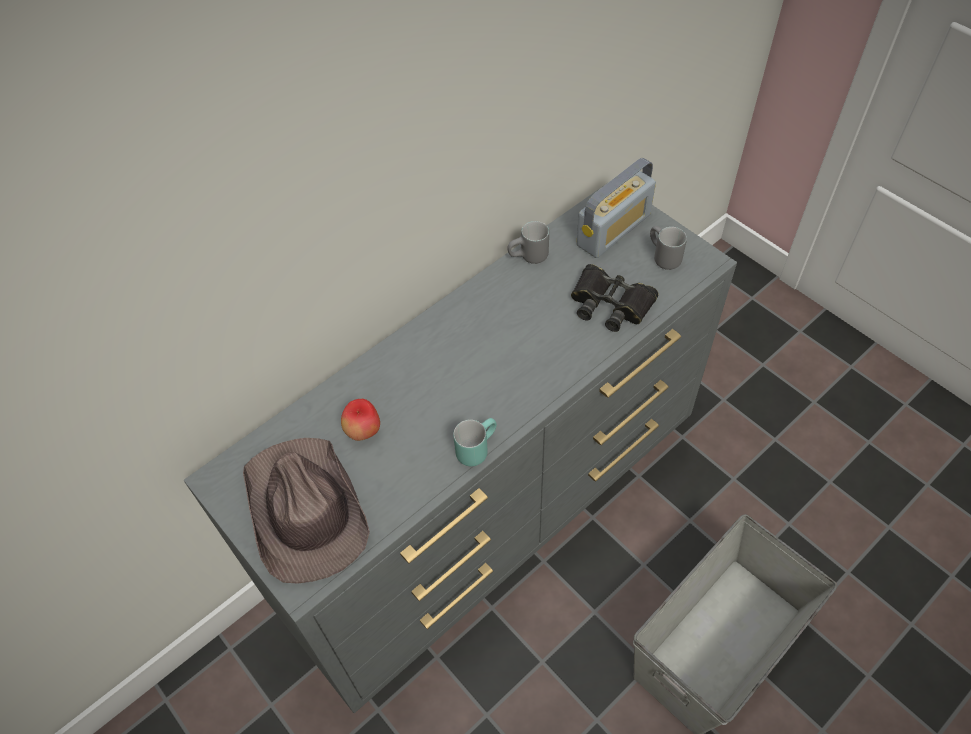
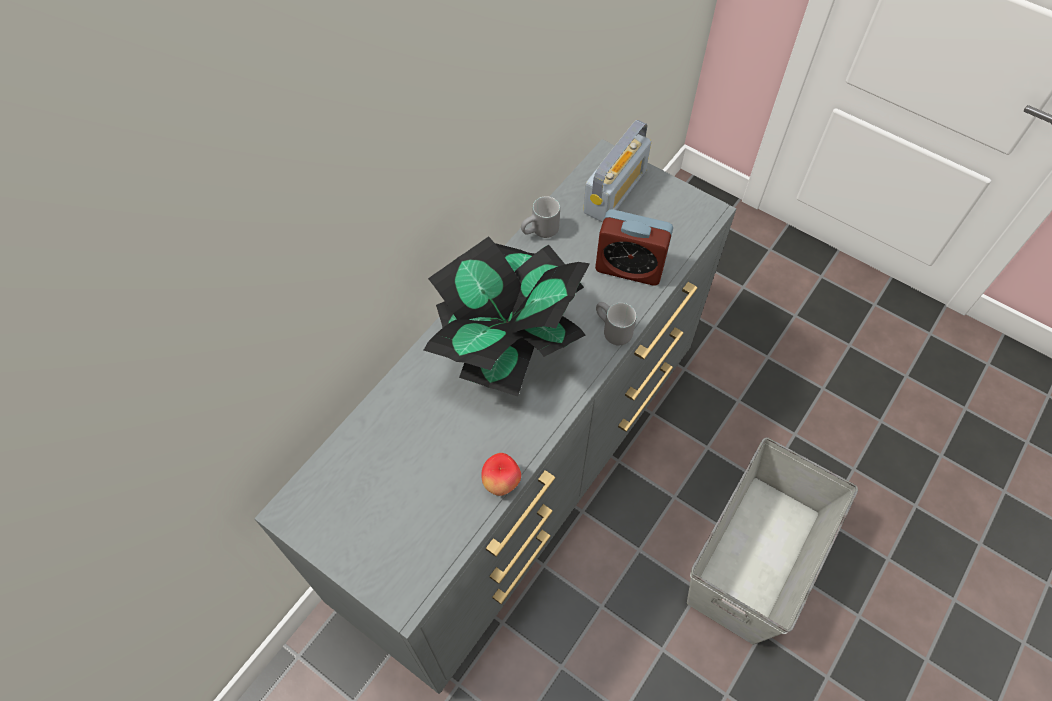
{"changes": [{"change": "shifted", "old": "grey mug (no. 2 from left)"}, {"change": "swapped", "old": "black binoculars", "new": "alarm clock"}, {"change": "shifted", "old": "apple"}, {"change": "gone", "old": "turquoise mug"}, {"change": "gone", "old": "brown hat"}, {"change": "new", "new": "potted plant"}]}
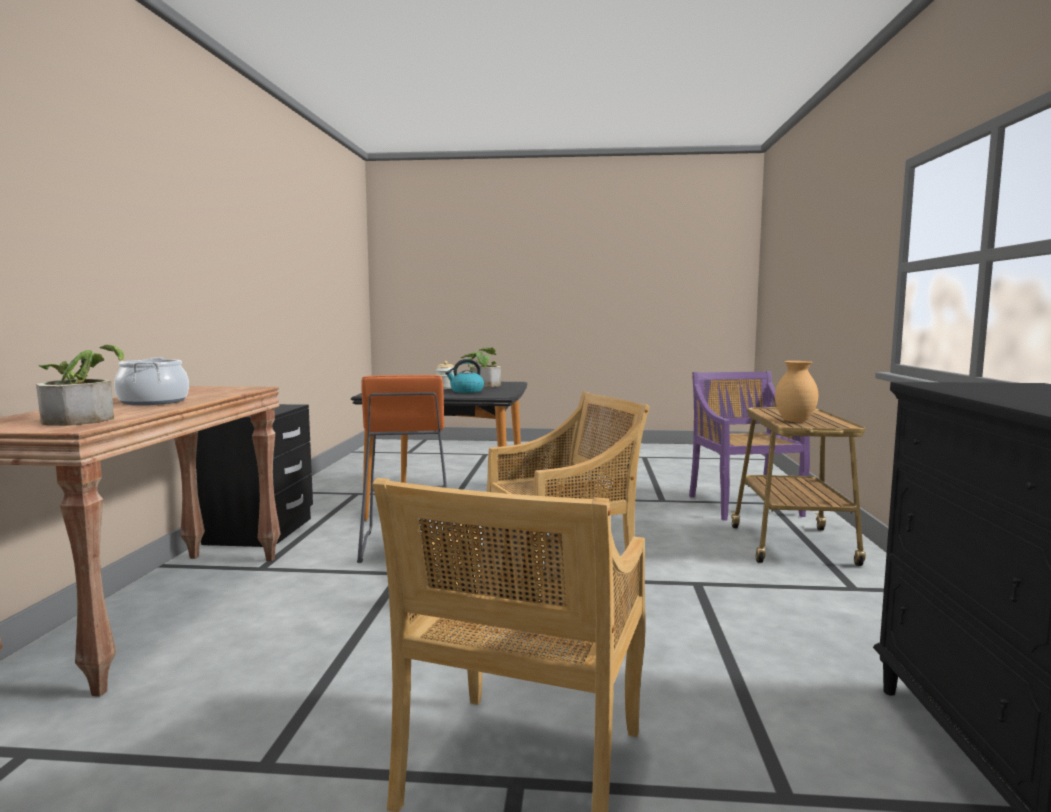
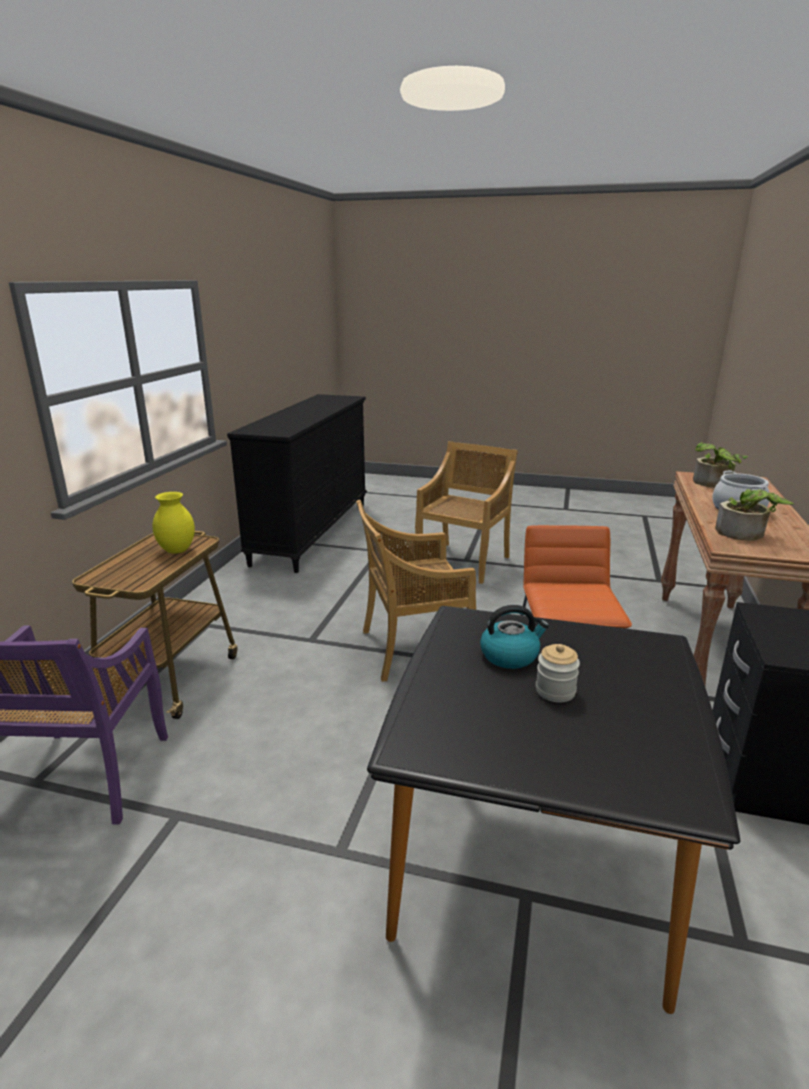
{"changes": [{"change": "shifted", "old": "potted plant (no. 2 from left)"}, {"change": "repainted", "old": "brown vase", "new": "yellow vase"}]}
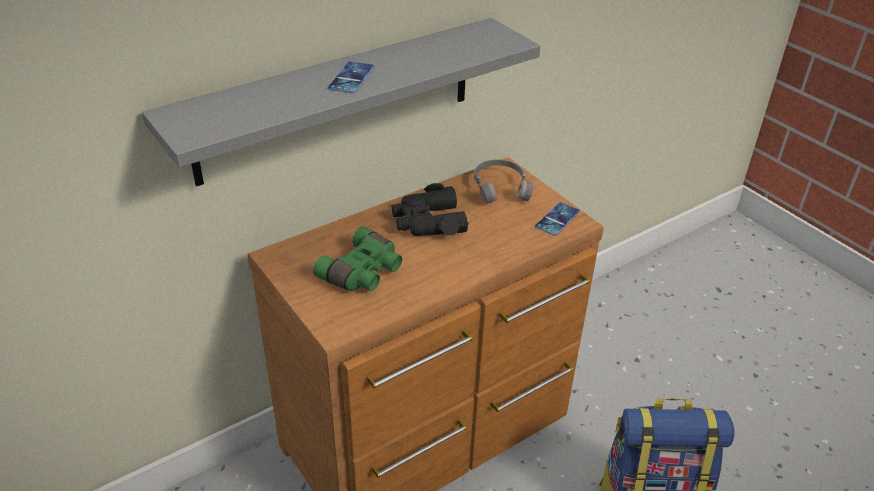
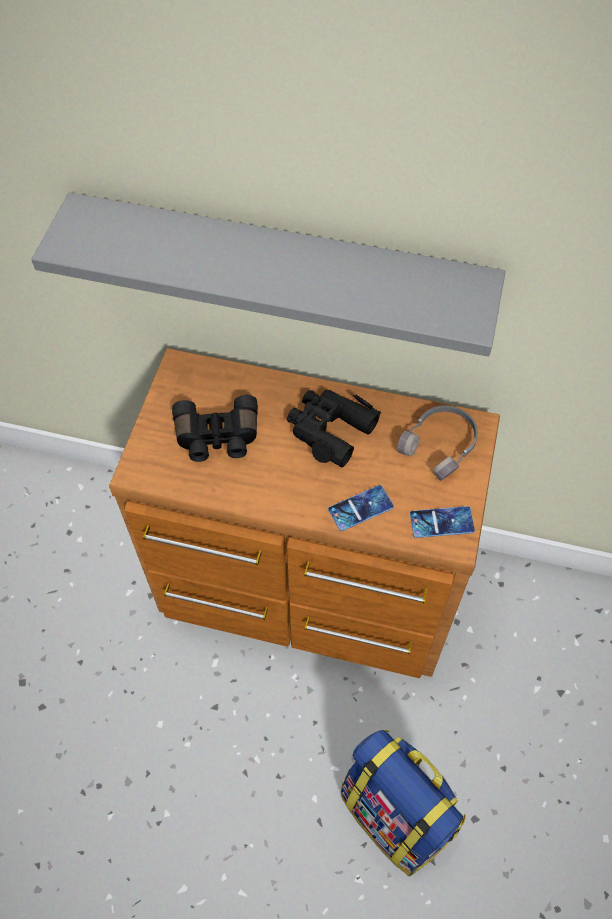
{"changes": [{"change": "shifted", "old": "phone (no. 1 from left)"}, {"change": "repainted", "old": "green binoculars", "new": "black binoculars (no. 1 from left)"}]}
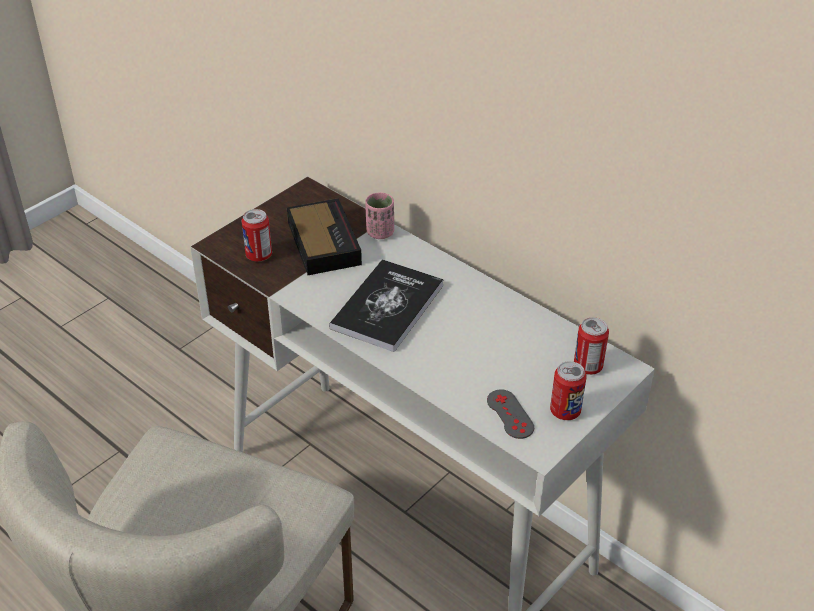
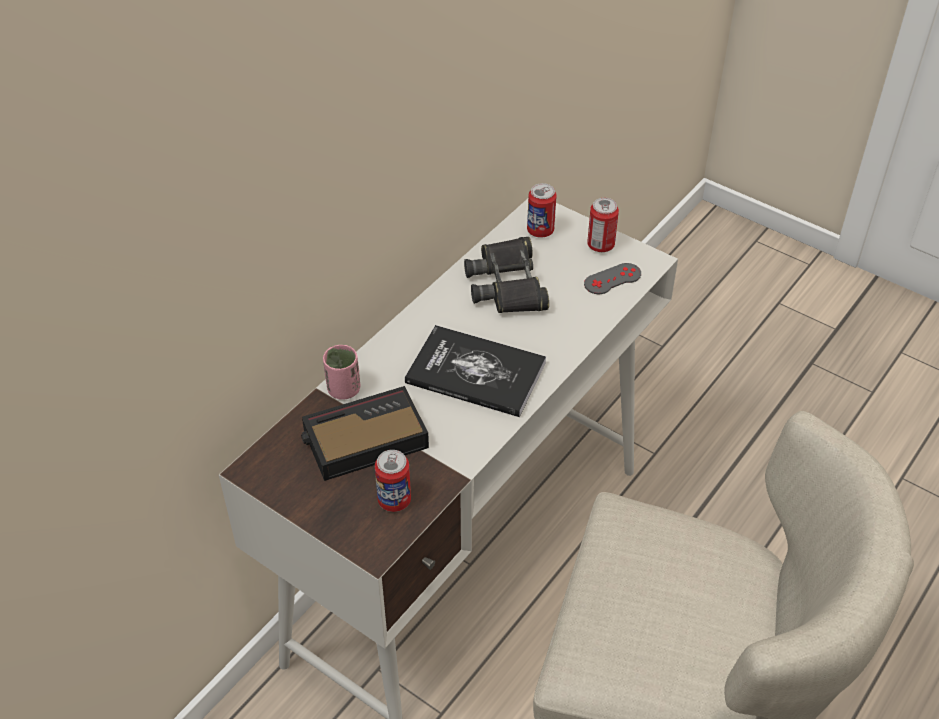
{"changes": [{"change": "new", "new": "black binoculars"}]}
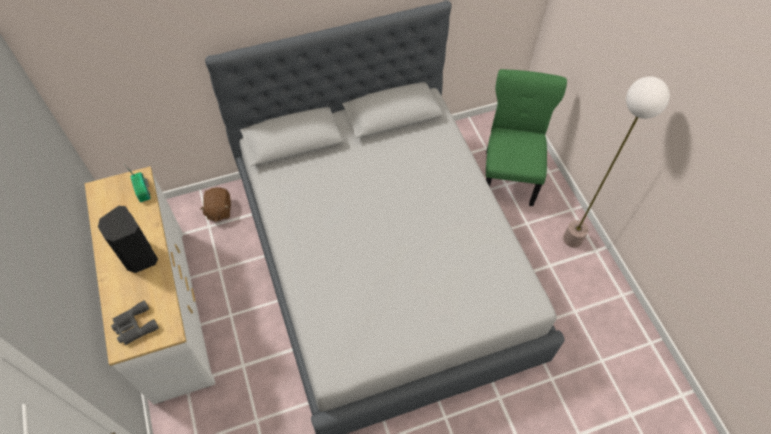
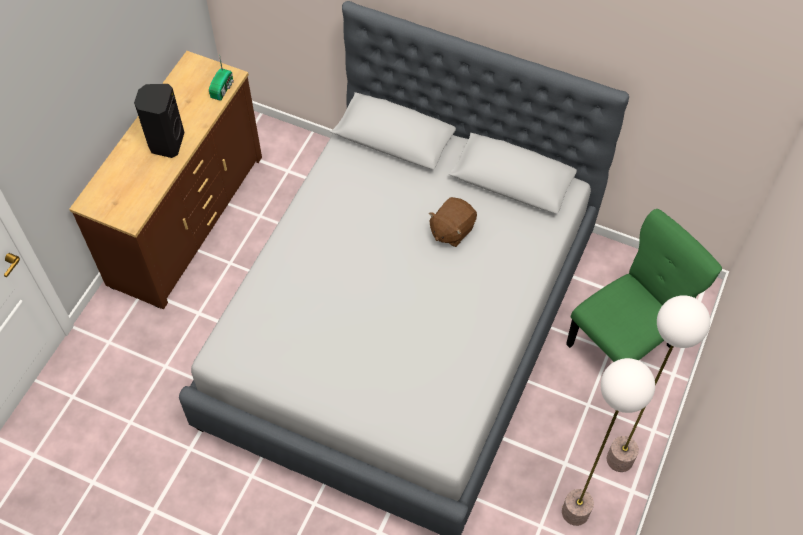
{"changes": [{"change": "repainted", "old": "white dresser", "new": "brown dresser"}, {"change": "shifted", "old": "brown plush toy"}, {"change": "gone", "old": "grey binoculars"}, {"change": "new", "new": "floor lamp (no. 1 from left)"}]}
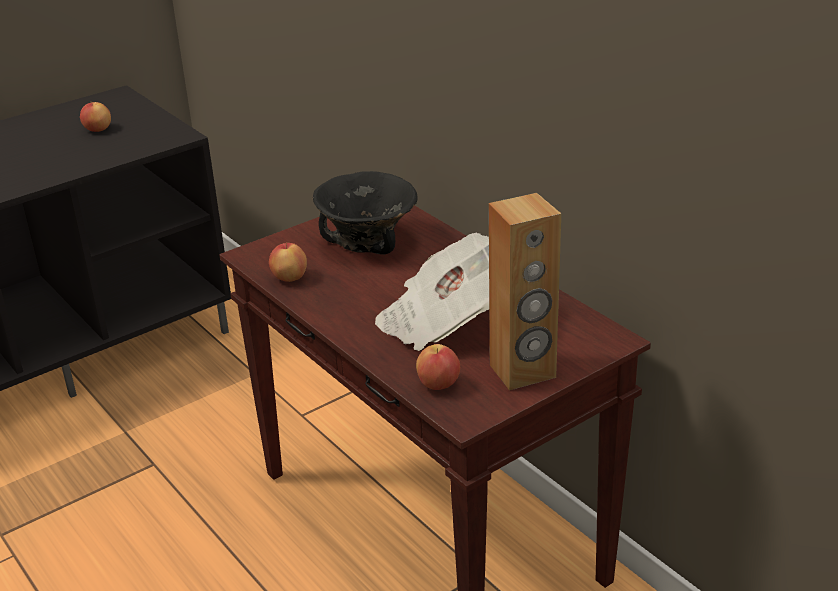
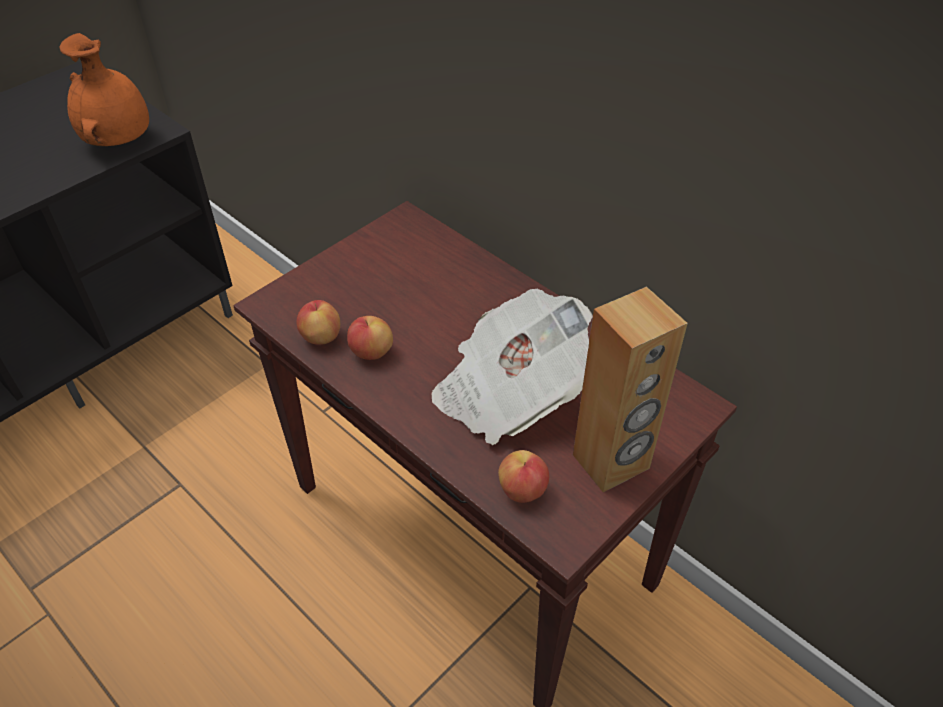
{"changes": [{"change": "shifted", "old": "apple (no. 1 from left in the first image)", "new": "apple (no. 2 from left)"}, {"change": "gone", "old": "black bowl"}, {"change": "new", "new": "orange vase"}]}
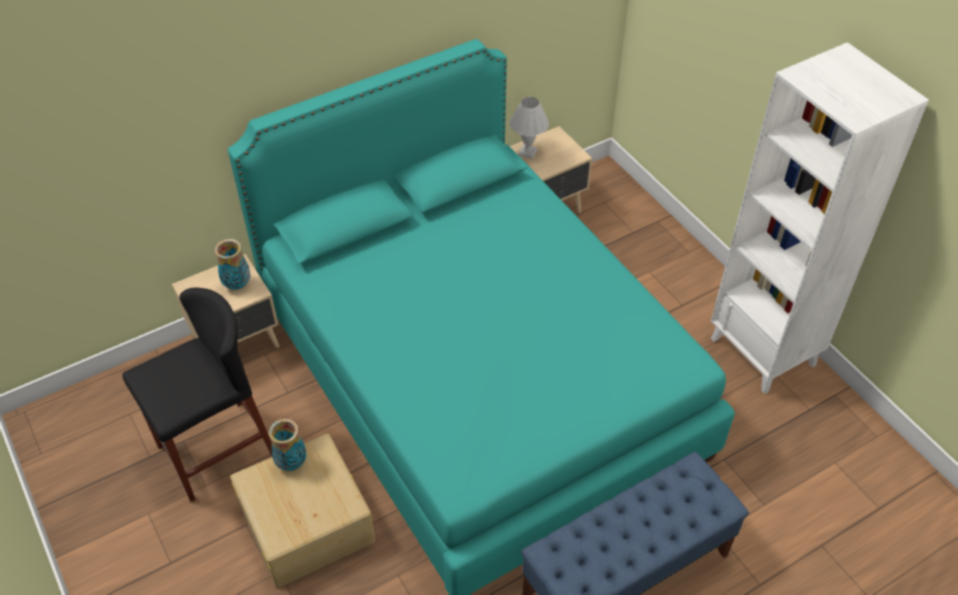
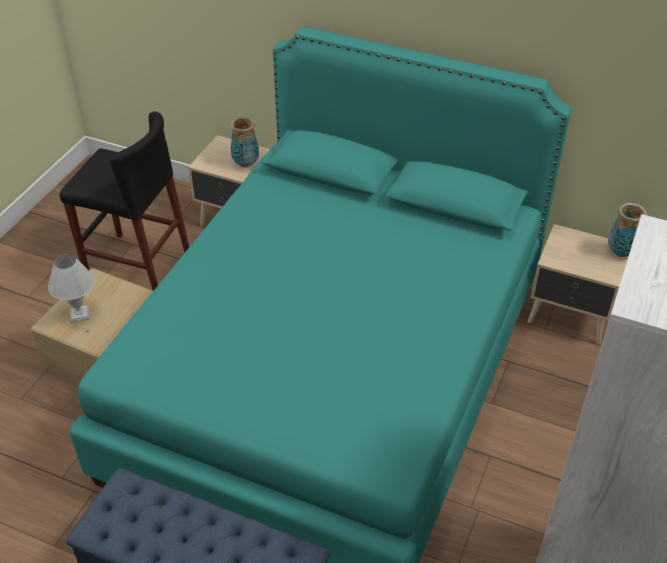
{"changes": [{"change": "shifted", "old": "white table lamp"}, {"change": "shifted", "old": "vase (no. 2 from left)"}]}
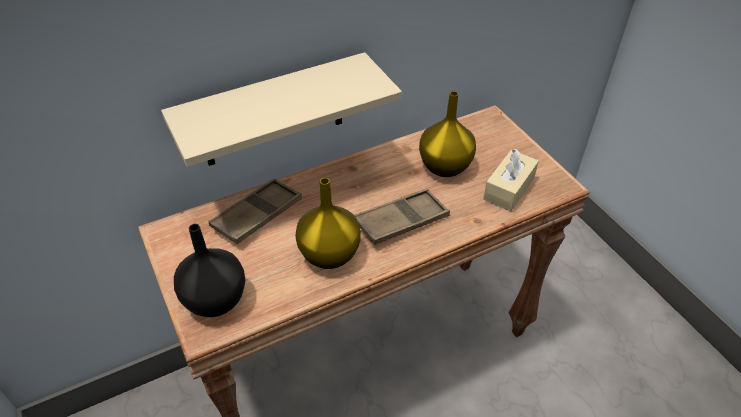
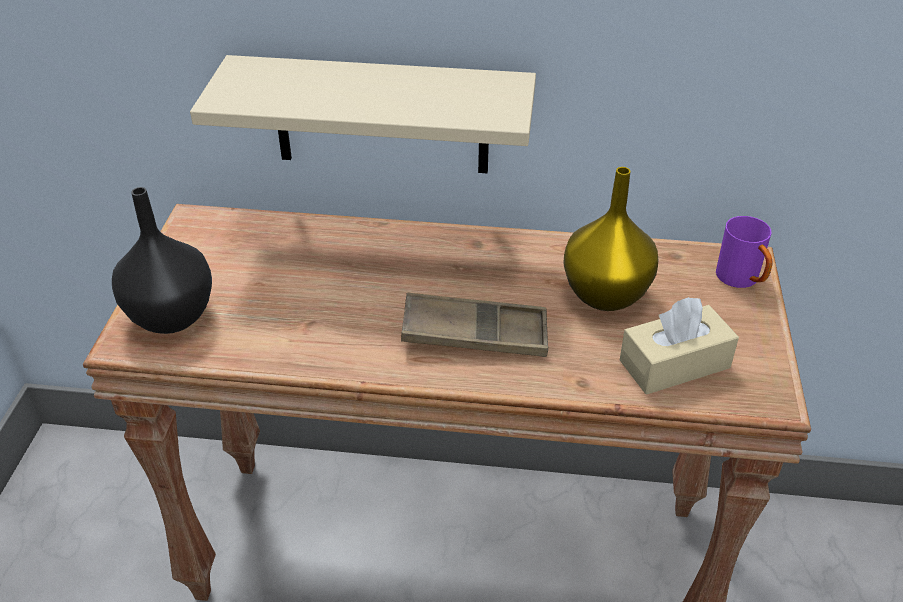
{"changes": [{"change": "gone", "old": "brown tray (no. 1 from left)"}, {"change": "gone", "old": "yellow vase (no. 1 from left)"}, {"change": "new", "new": "purple mug"}]}
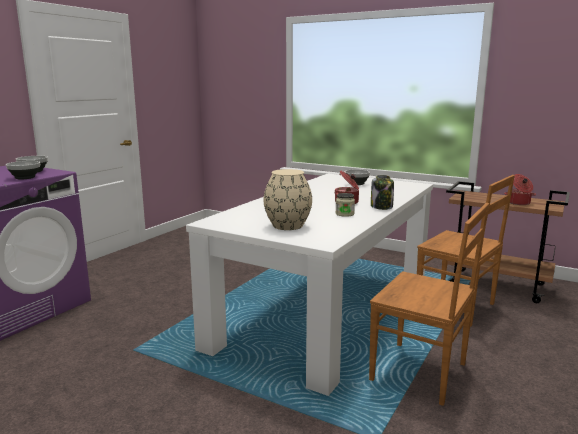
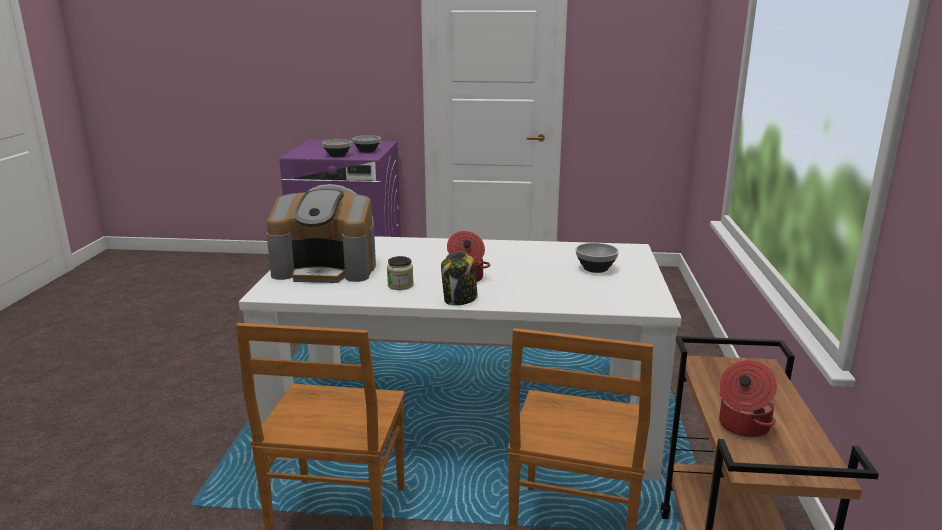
{"changes": [{"change": "swapped", "old": "beige vase", "new": "coffee machine"}]}
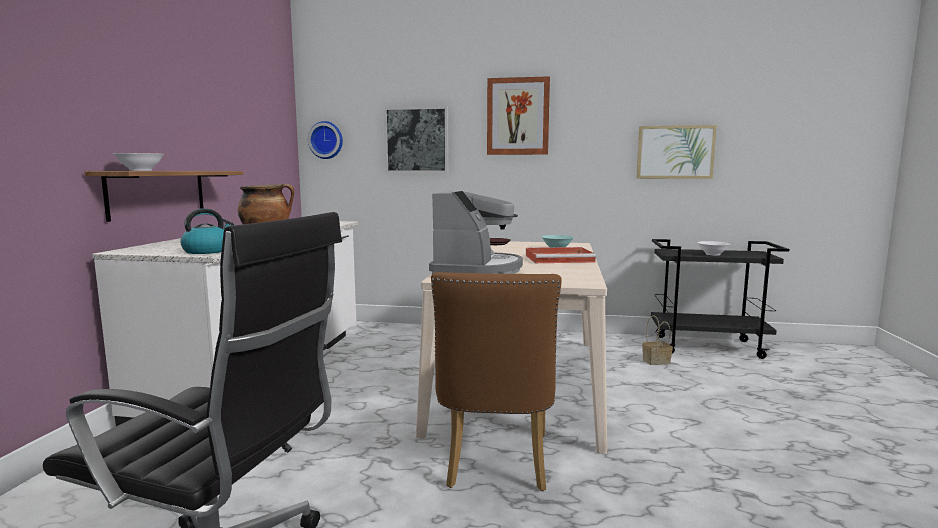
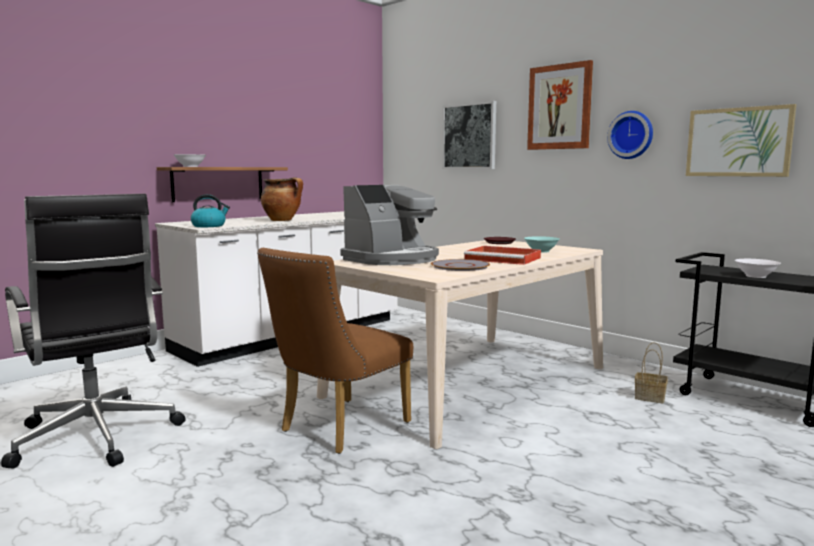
{"changes": [{"change": "shifted", "old": "wall clock"}, {"change": "new", "new": "grey plate"}]}
